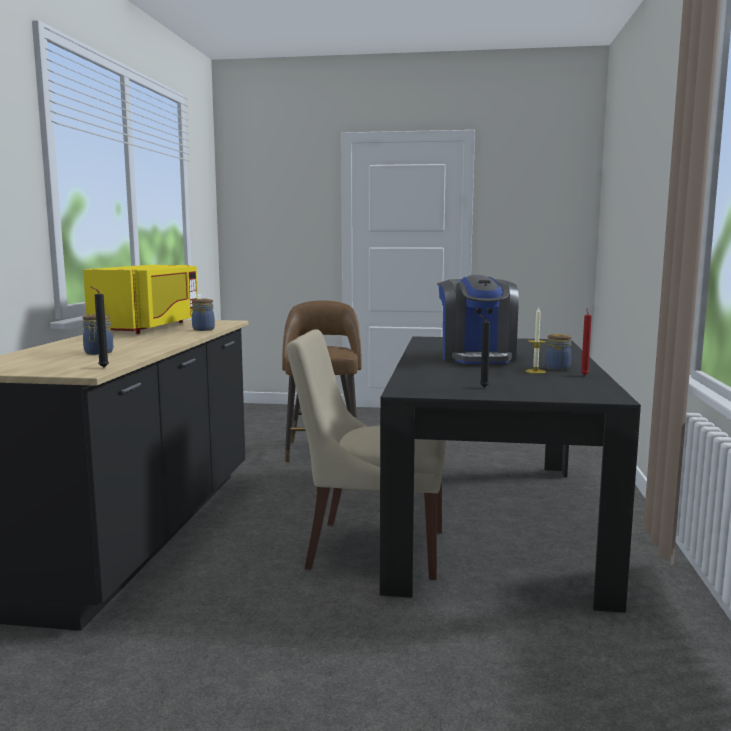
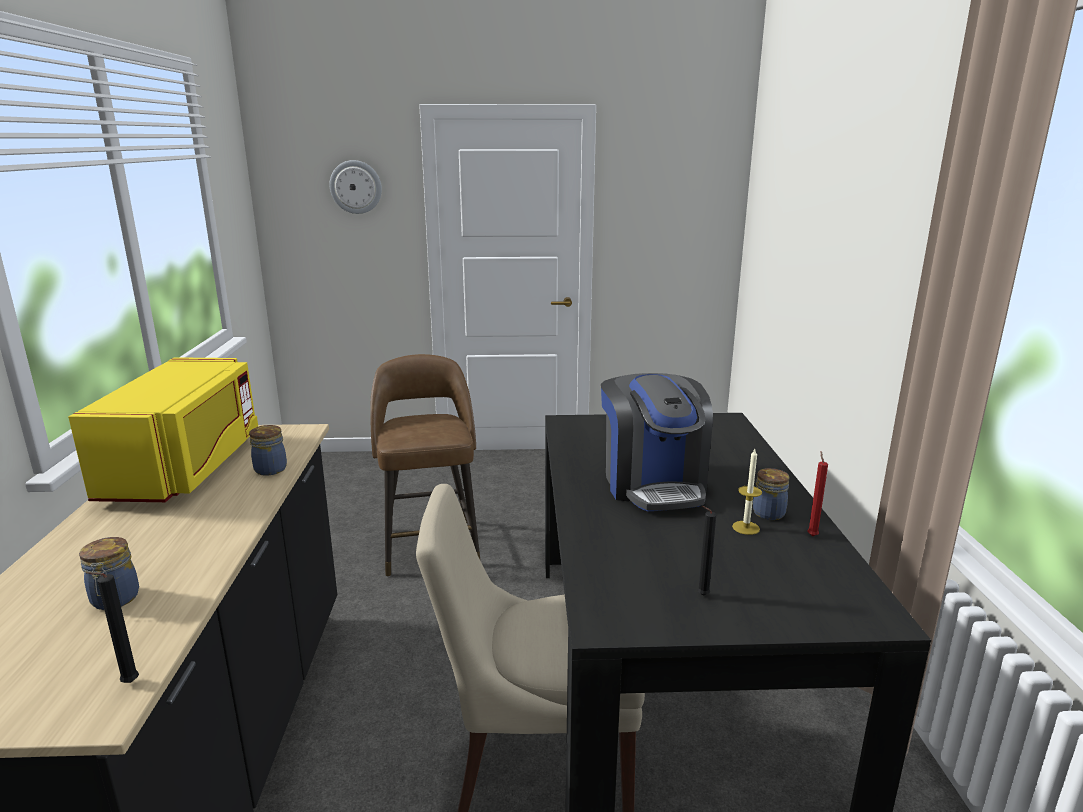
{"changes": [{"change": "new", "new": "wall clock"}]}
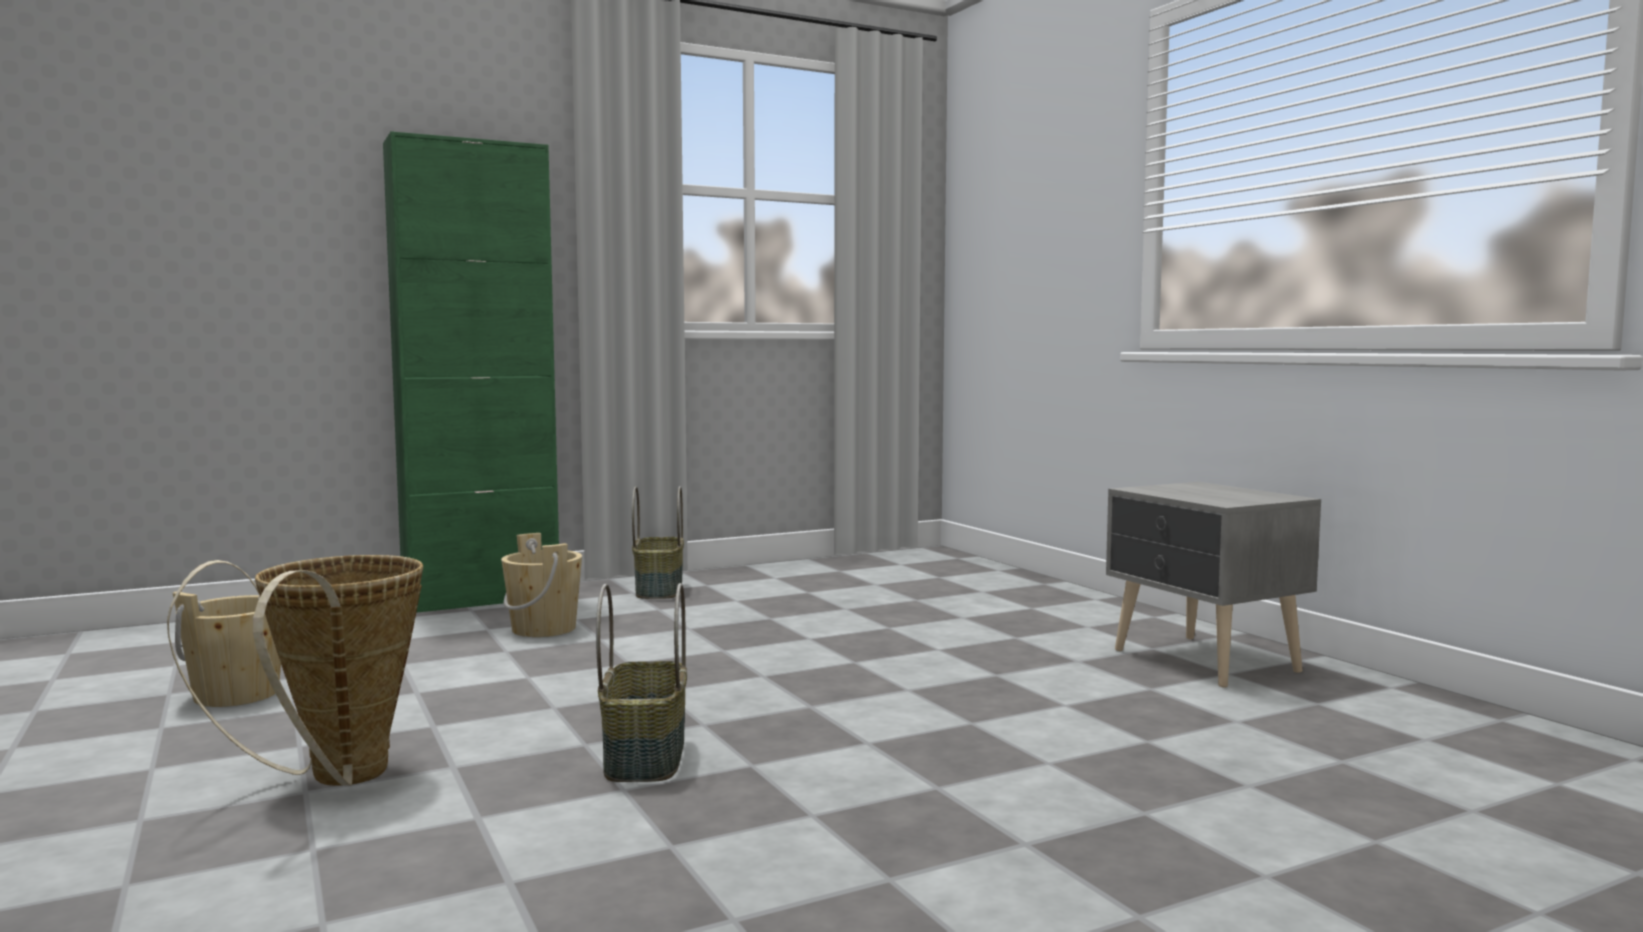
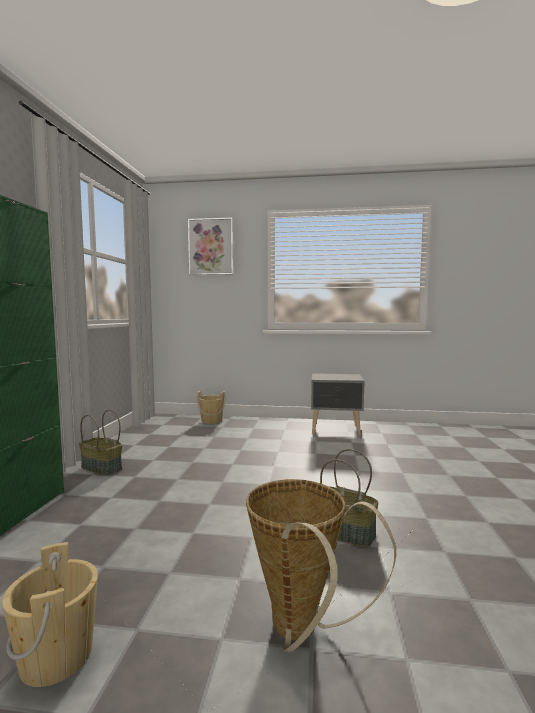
{"changes": [{"change": "shifted", "old": "beige bucket (no. 2 from left)"}, {"change": "new", "new": "picture"}]}
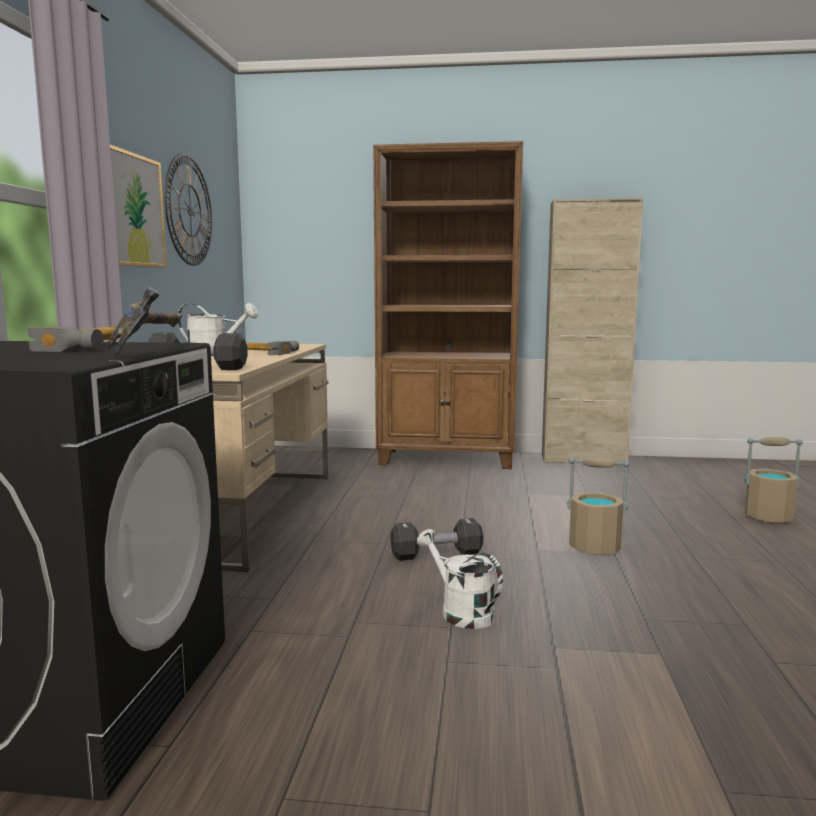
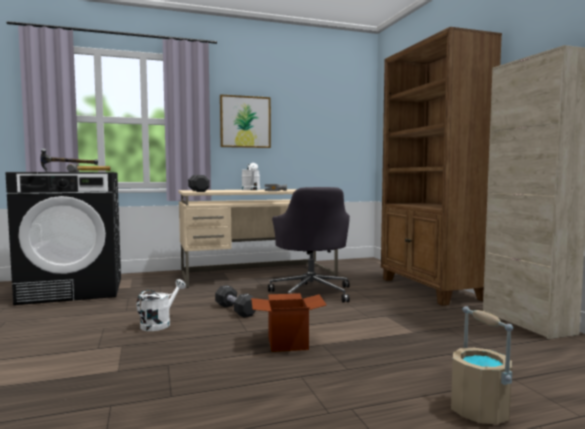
{"changes": [{"change": "gone", "old": "wall clock"}, {"change": "swapped", "old": "beige bucket (no. 1 from left)", "new": "cardboard box"}, {"change": "new", "new": "grey office chair"}]}
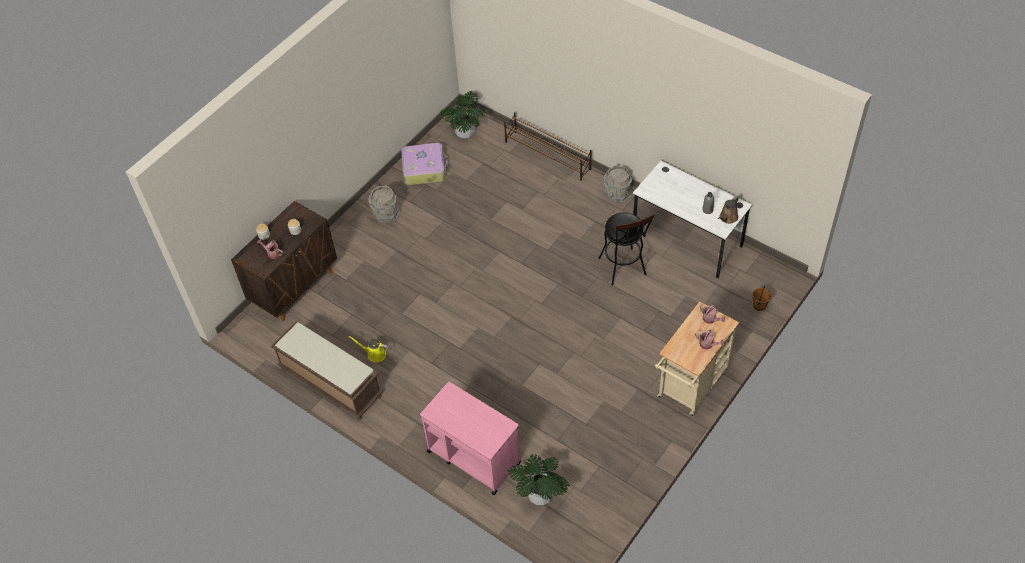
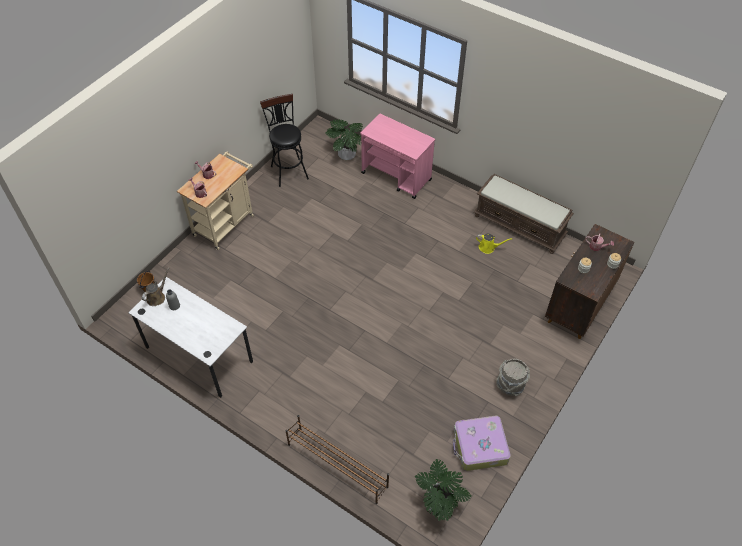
{"changes": [{"change": "gone", "old": "grey bucket (no. 2 from left)"}, {"change": "shifted", "old": "black stool"}]}
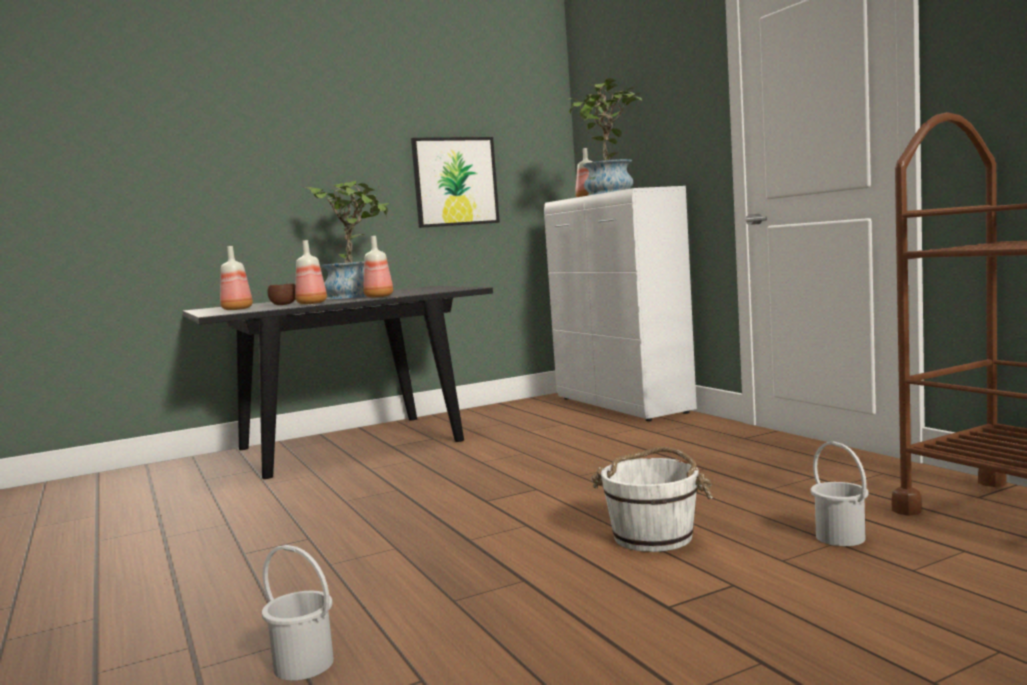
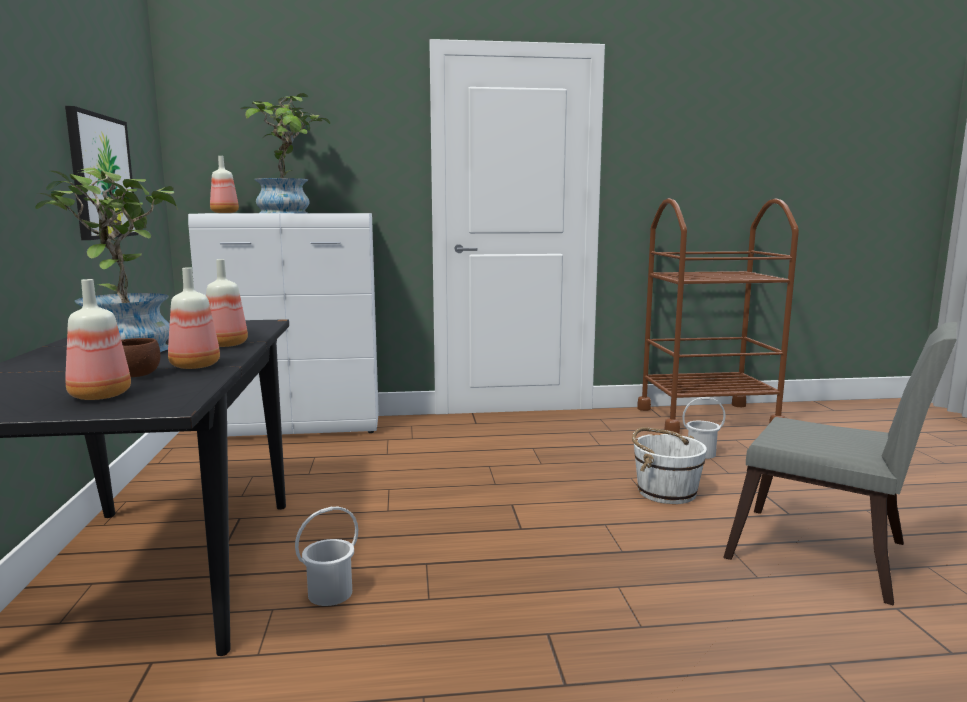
{"changes": [{"change": "shifted", "old": "white bucket (no. 1 from left)"}, {"change": "new", "new": "grey chair"}]}
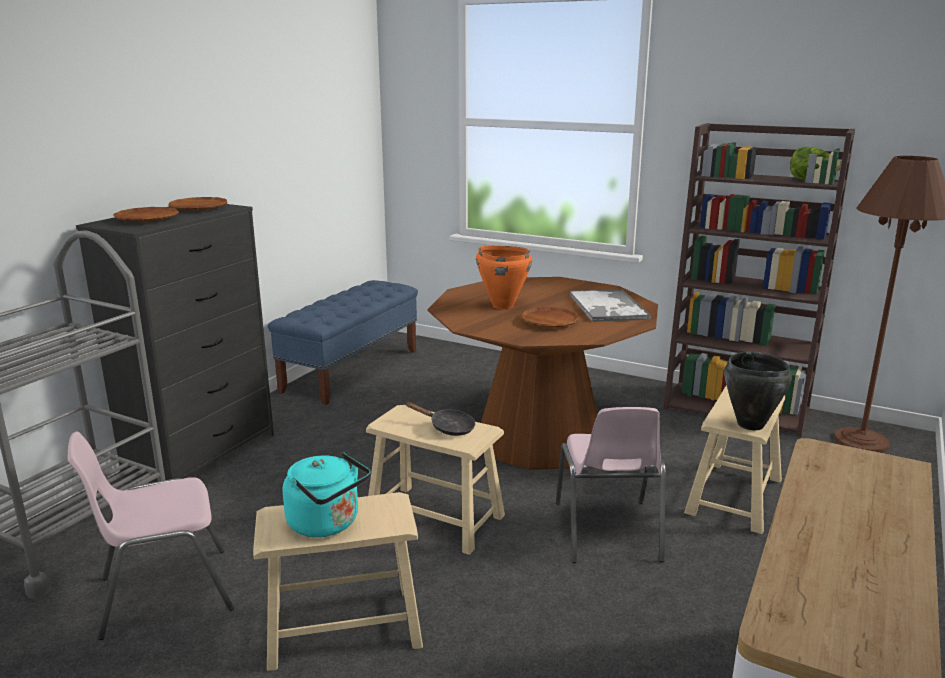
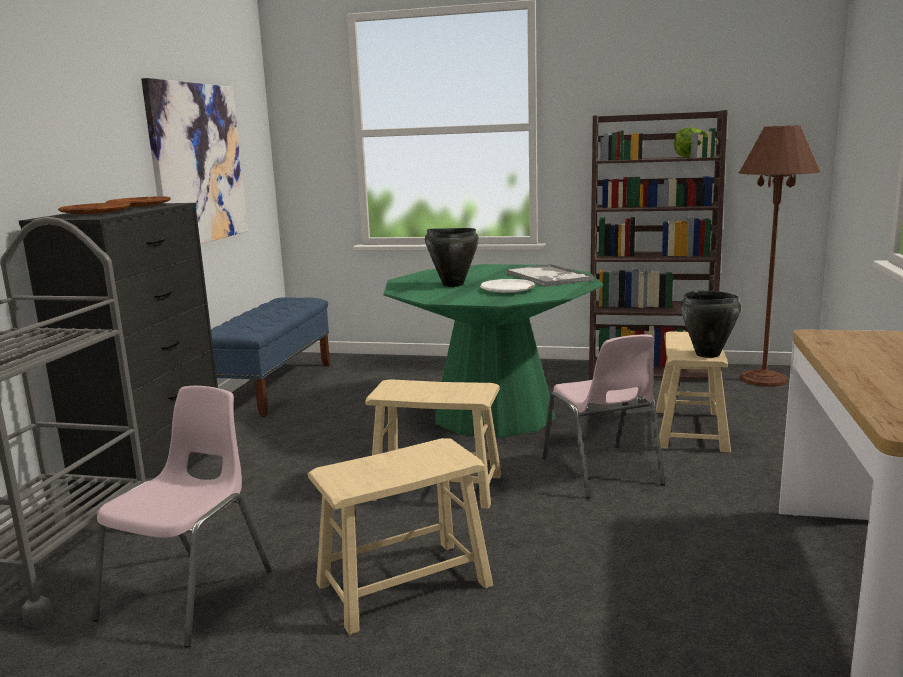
{"changes": [{"change": "repainted", "old": "orange cooking pot", "new": "black cooking pot (no. 1 from left)"}, {"change": "repainted", "old": "brown dining table", "new": "green dining table"}, {"change": "repainted", "old": "brown plate (no. 3 from left)", "new": "white plate"}, {"change": "gone", "old": "black frying pan"}, {"change": "rotated", "old": "pink chair (no. 1 from left)", "degrees": 150}, {"change": "gone", "old": "turquoise kettle"}, {"change": "new", "new": "picture"}]}
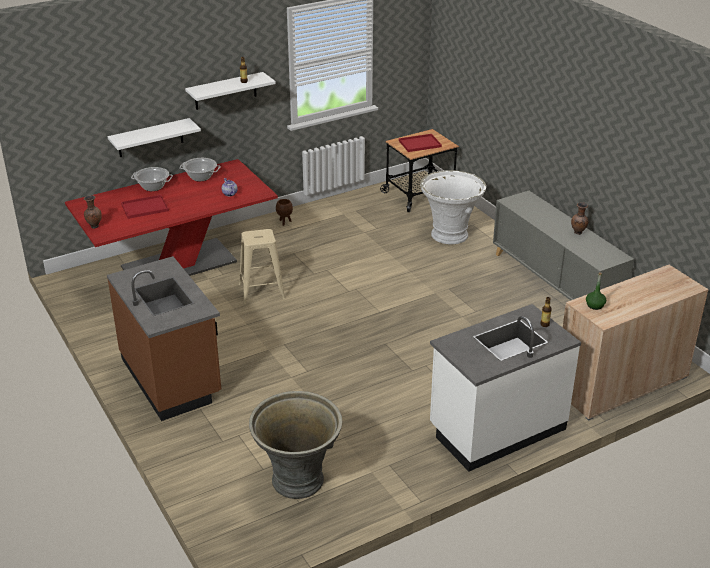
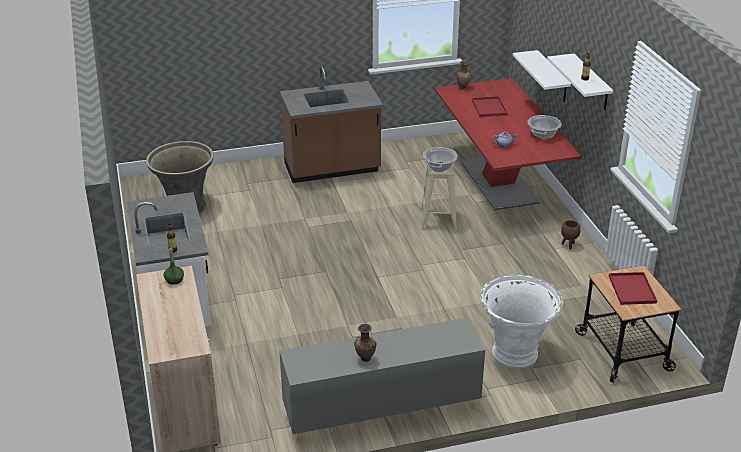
{"changes": [{"change": "shifted", "old": "cooking pot (no. 1 from left)"}]}
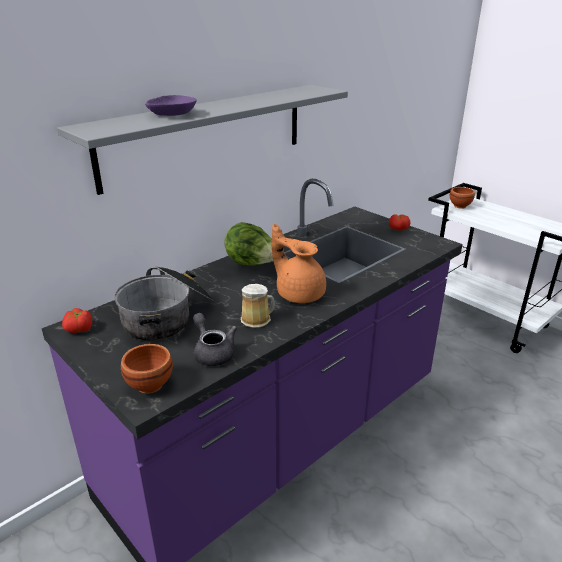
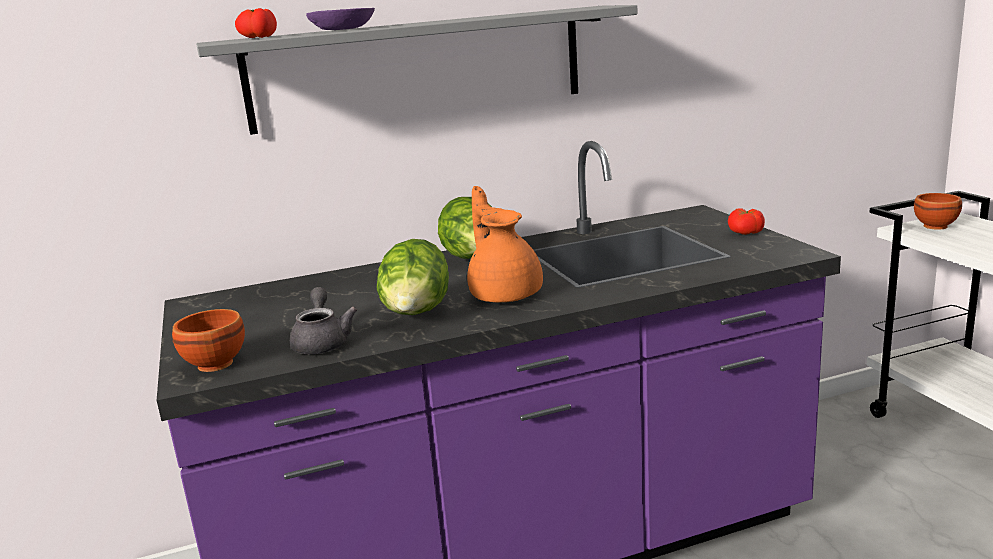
{"changes": [{"change": "gone", "old": "cooking pot"}, {"change": "swapped", "old": "mug", "new": "lettuce (no. 1 from left)"}, {"change": "shifted", "old": "tomato (no. 1 from left)"}]}
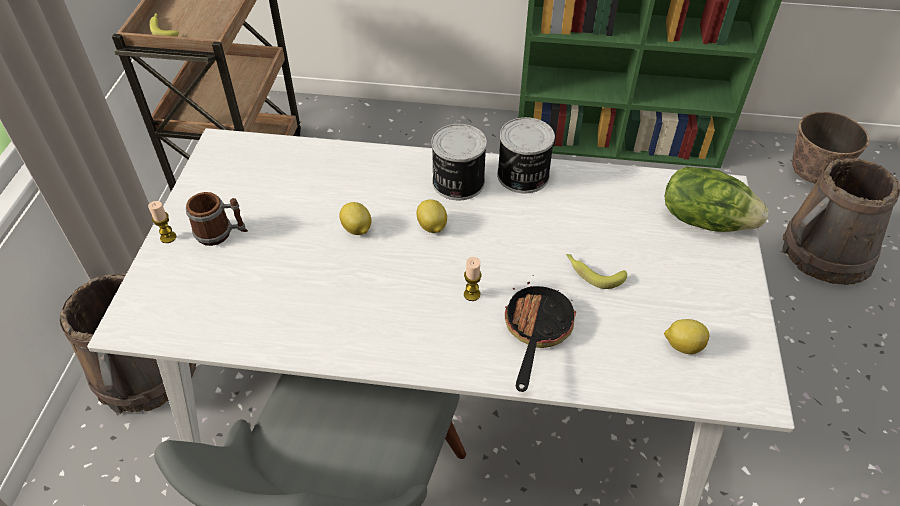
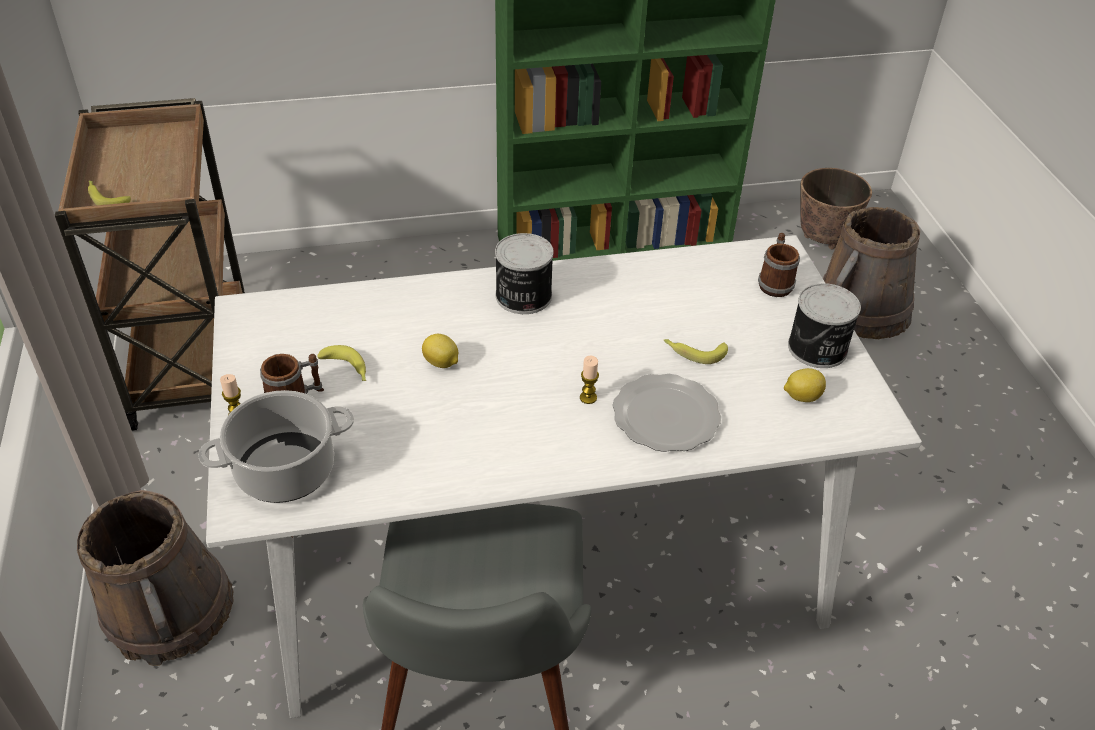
{"changes": [{"change": "shifted", "old": "can (no. 2 from left)"}, {"change": "swapped", "old": "lettuce", "new": "mug (no. 2 from left)"}, {"change": "gone", "old": "lemon (no. 2 from left)"}, {"change": "swapped", "old": "frying pan", "new": "plate"}, {"change": "new", "new": "banana (no. 2 from left)"}, {"change": "new", "new": "cooking pot"}]}
